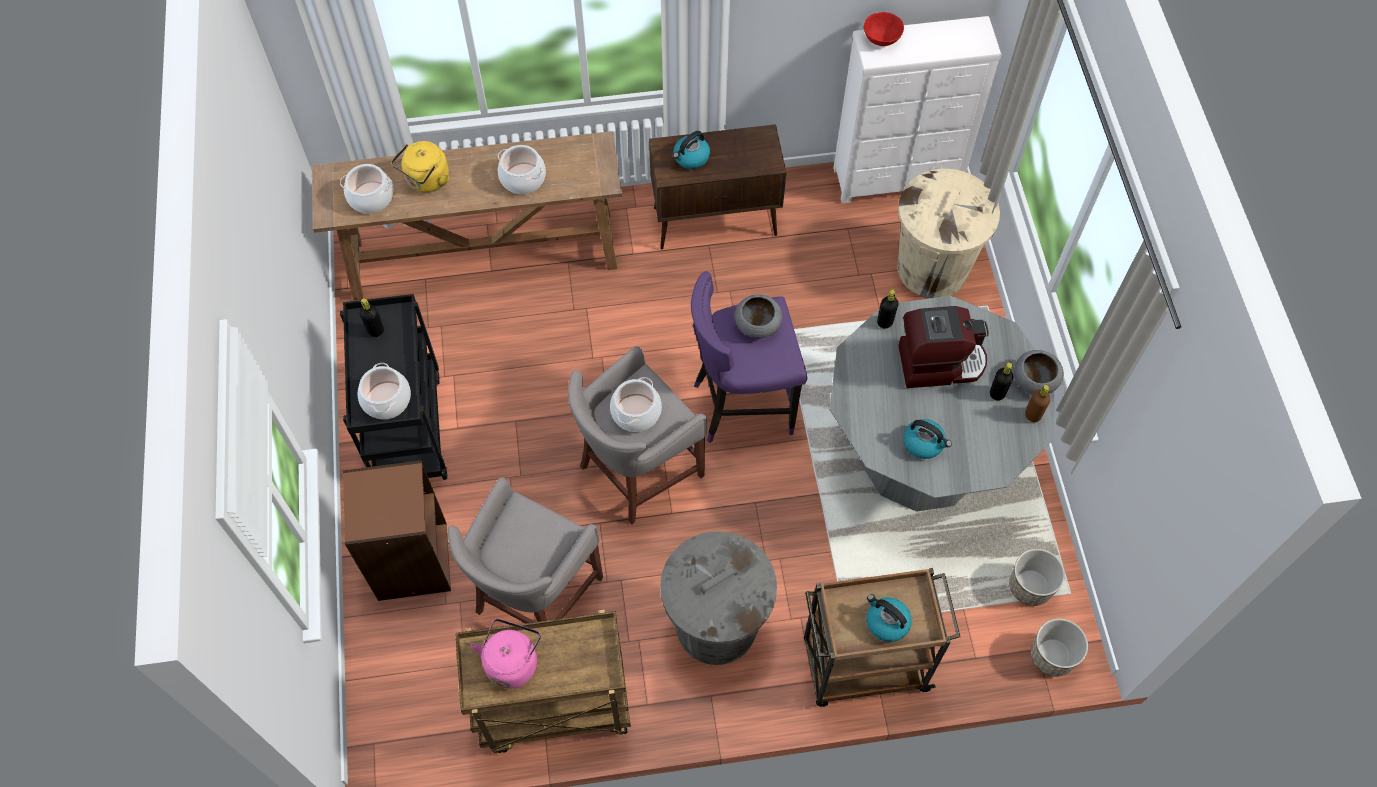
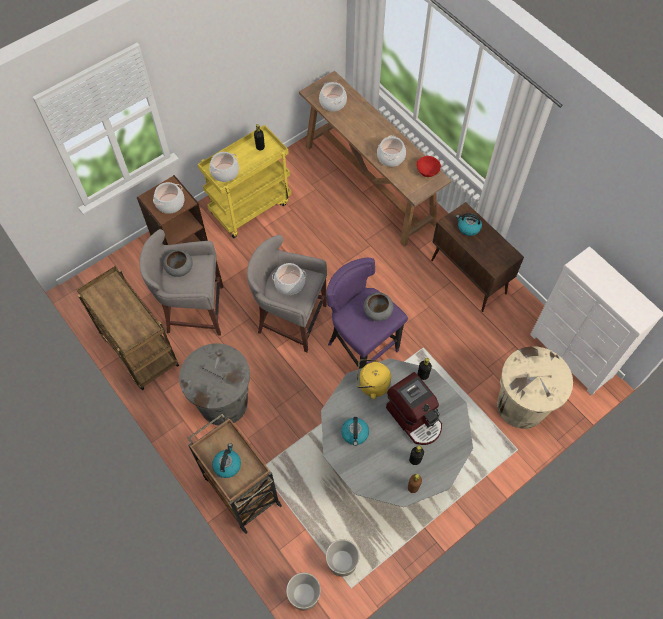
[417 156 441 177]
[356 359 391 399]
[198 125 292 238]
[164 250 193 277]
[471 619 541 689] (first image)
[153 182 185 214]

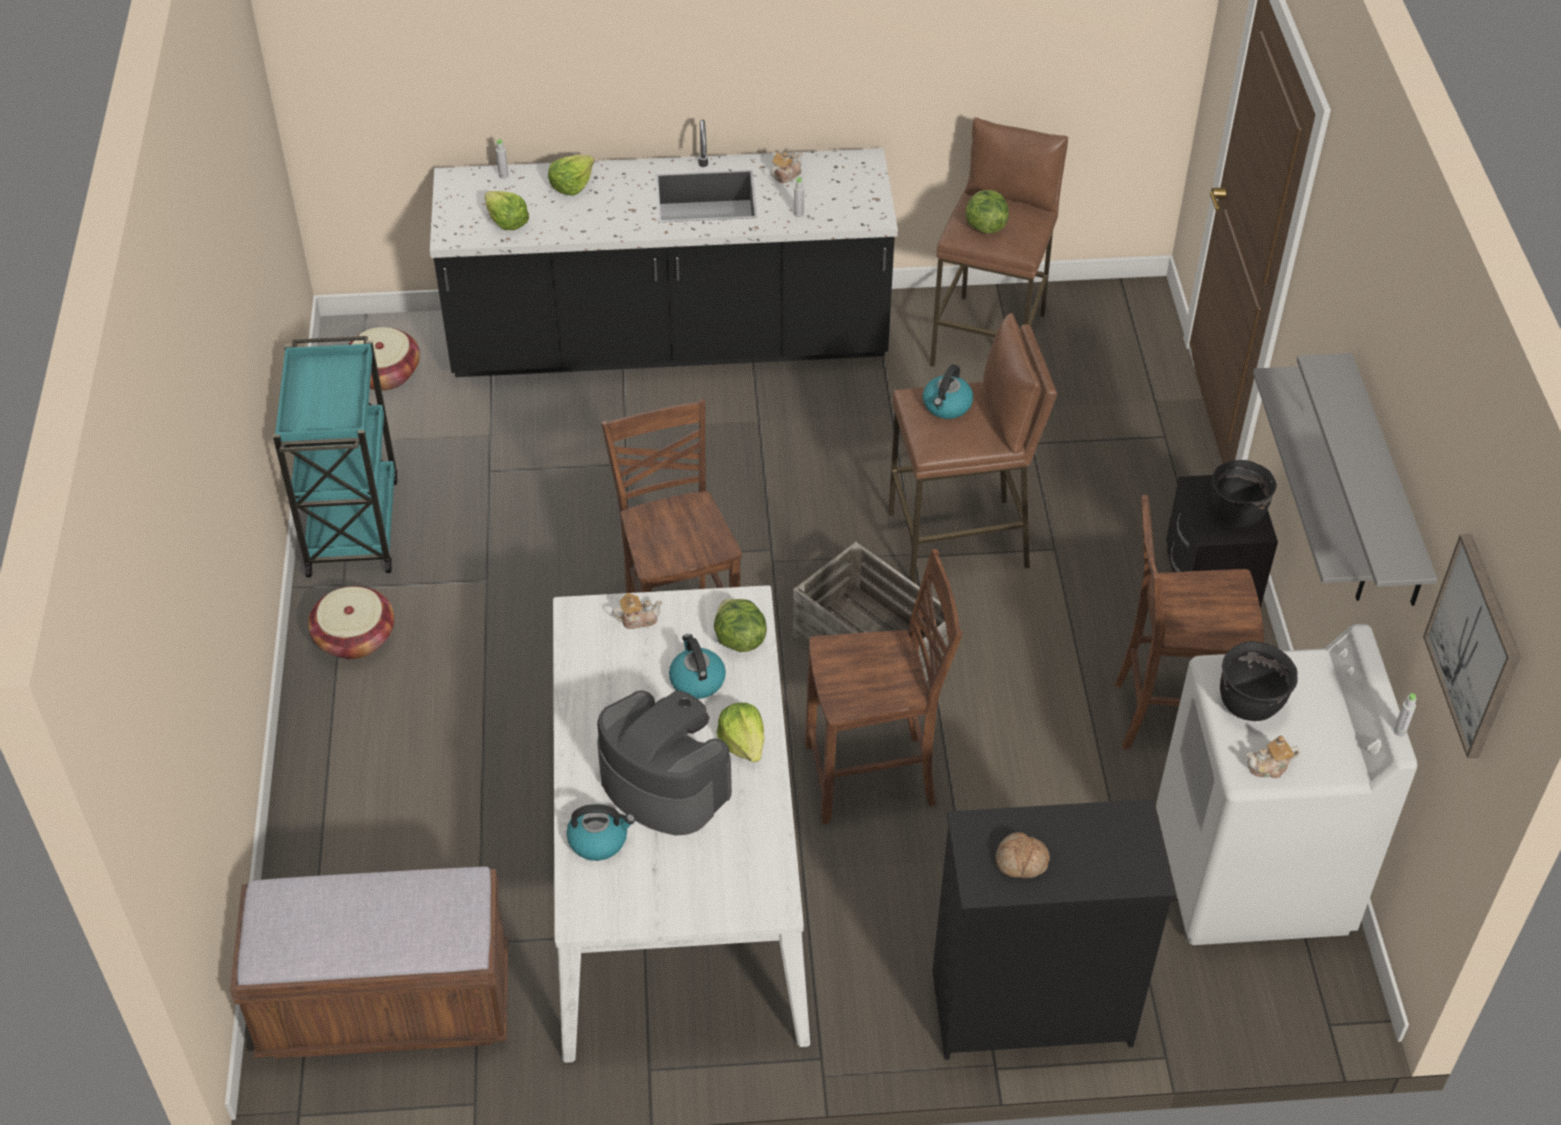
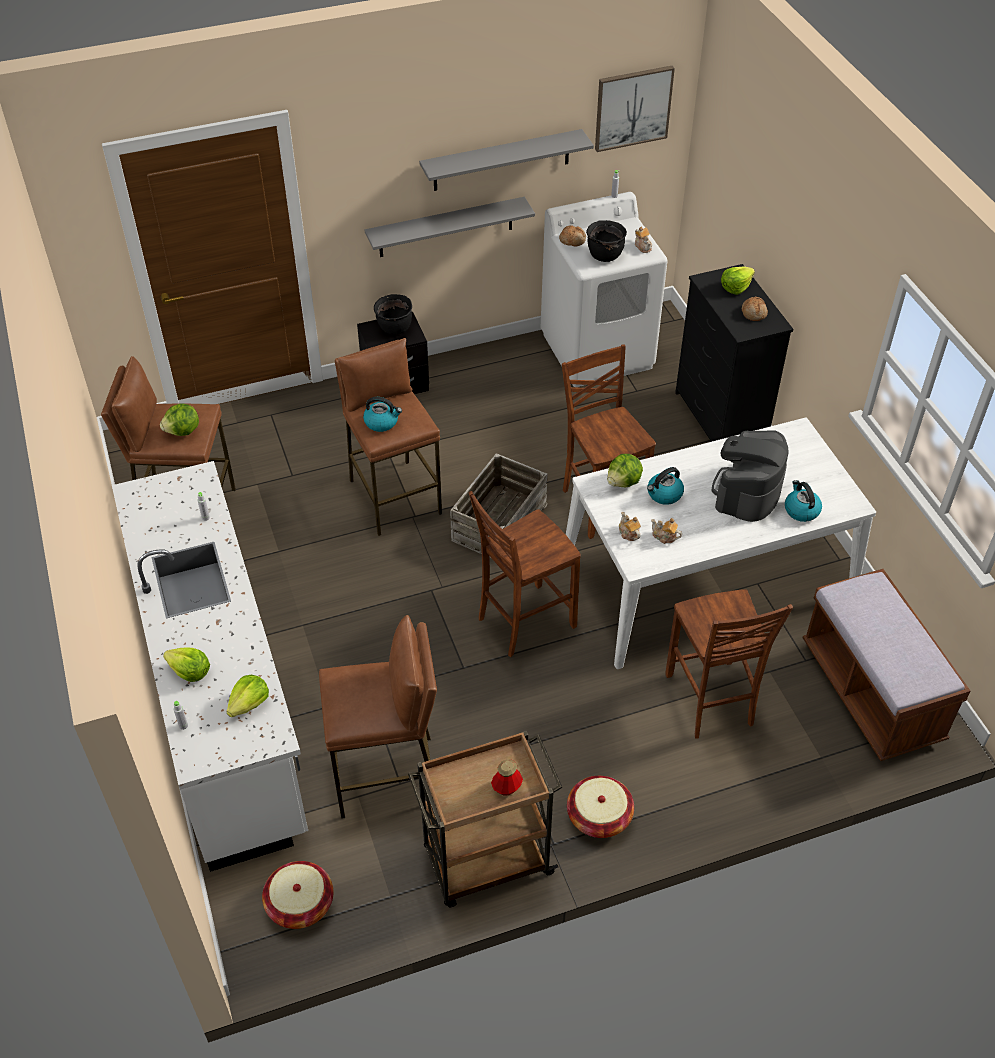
[112 461 308 872]
[651 518 682 544]
[408 731 562 907]
[665 589 793 739]
[721 266 755 295]
[559 225 586 247]
[319 615 437 819]
[491 760 523 796]

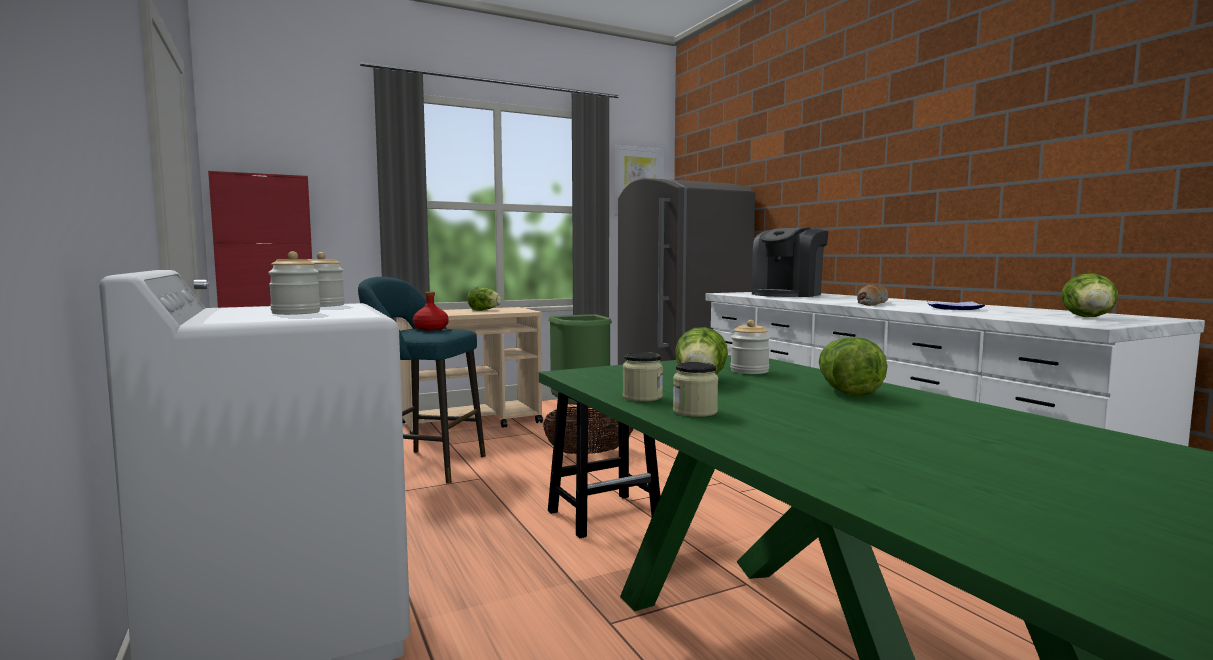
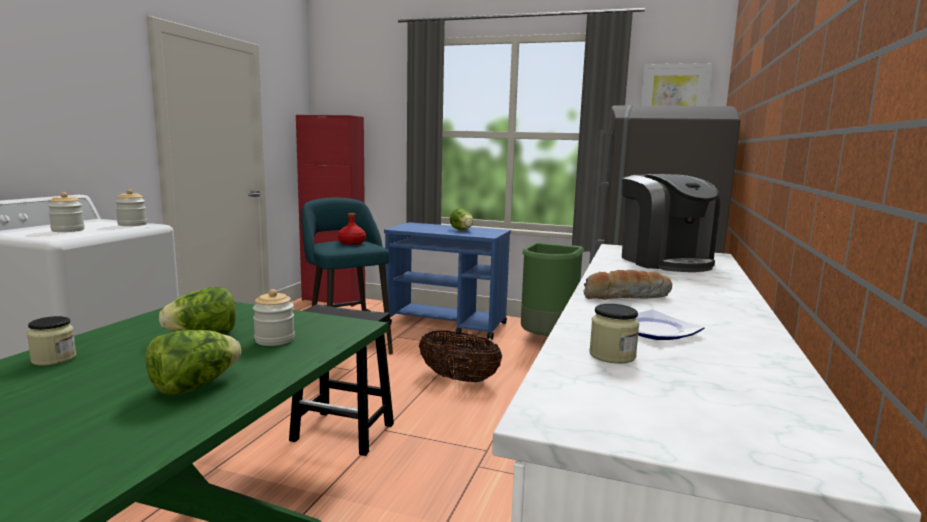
[622 174 720 272]
[1061 273 1118 317] (first image)
[384 222 511 340]
[589 304 639 364]

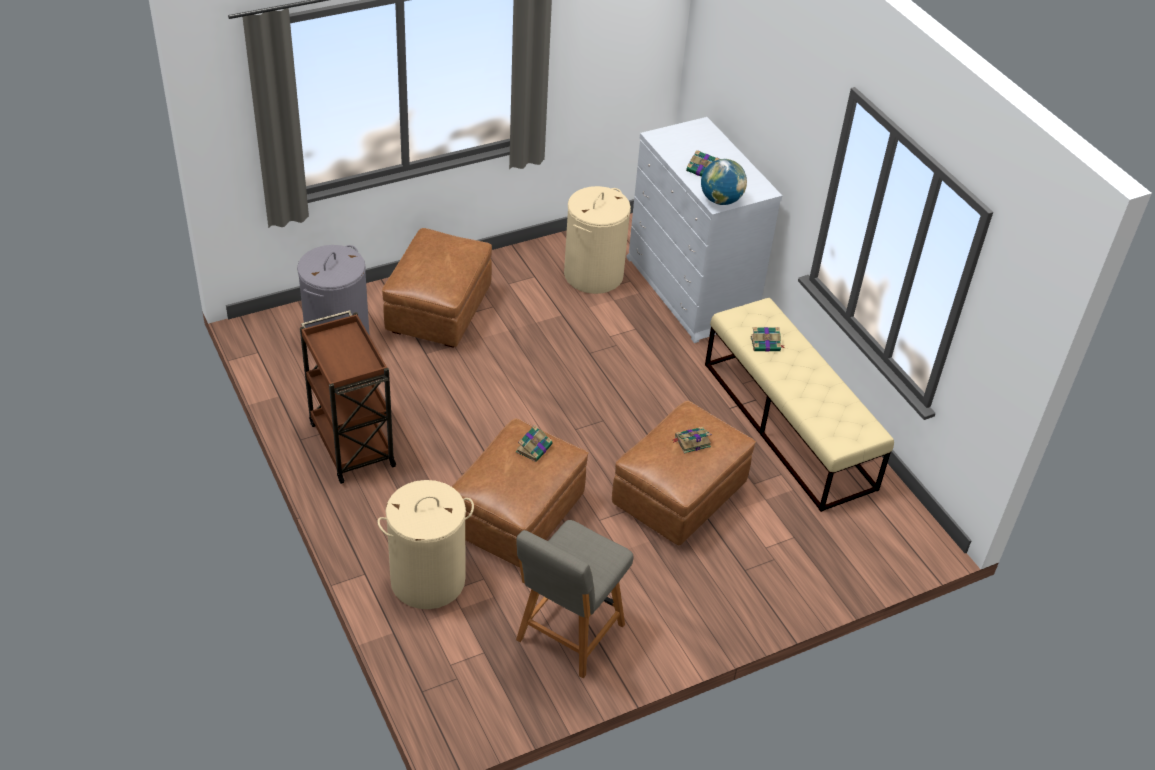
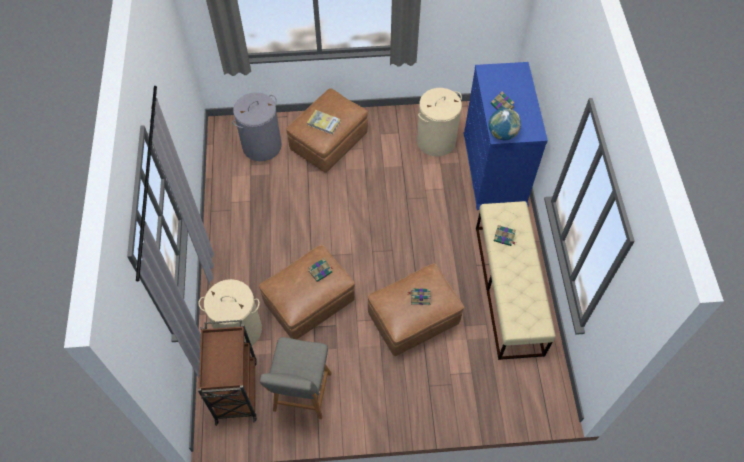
[463 62 548 210]
[198 320 257 426]
[260 337 331 419]
[307 110 341 135]

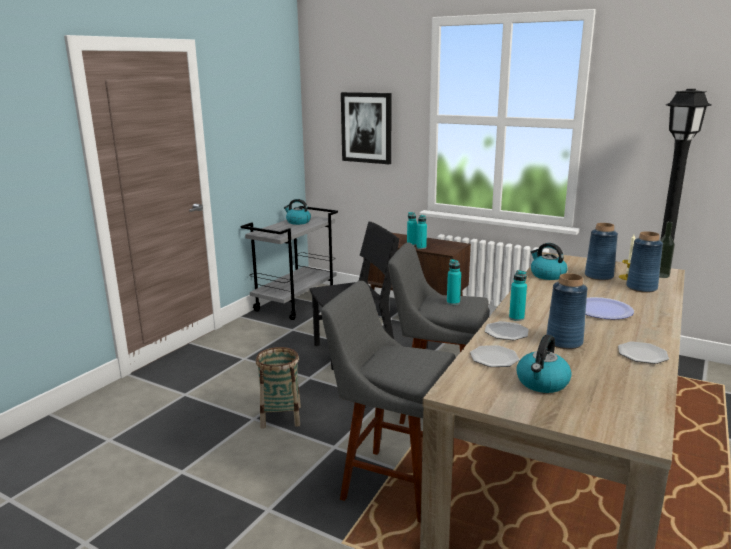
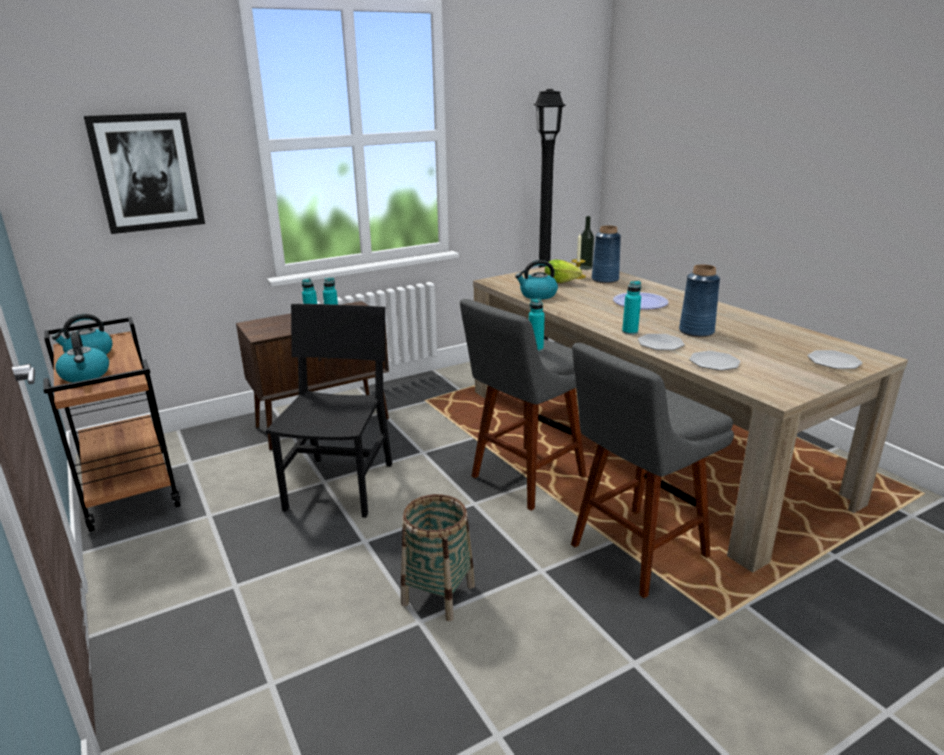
[43 317 181 532]
[545 259 582 283]
[55 332 109 382]
[807 350 863 369]

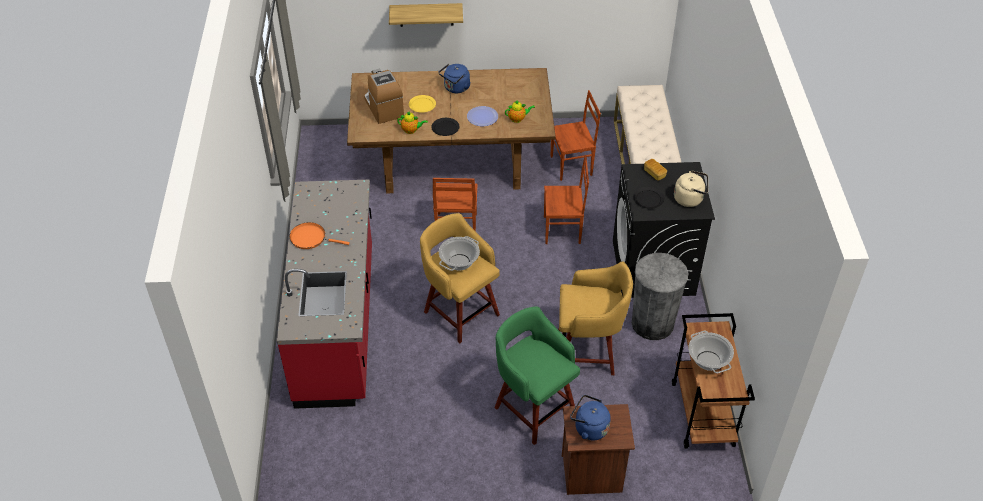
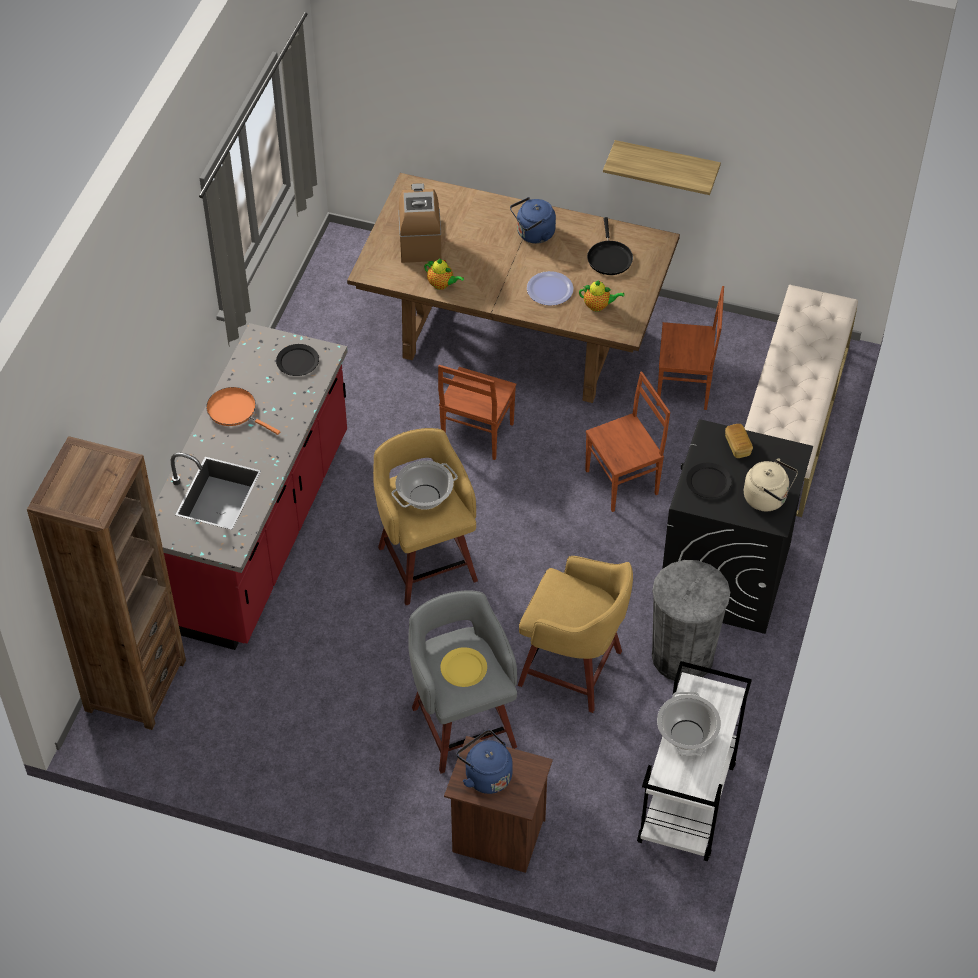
[603 140 721 195]
[440 647 487 687]
[276 344 319 376]
[585 371 670 512]
[408 590 517 774]
[637 661 752 862]
[587 217 633 275]
[27 436 186 730]

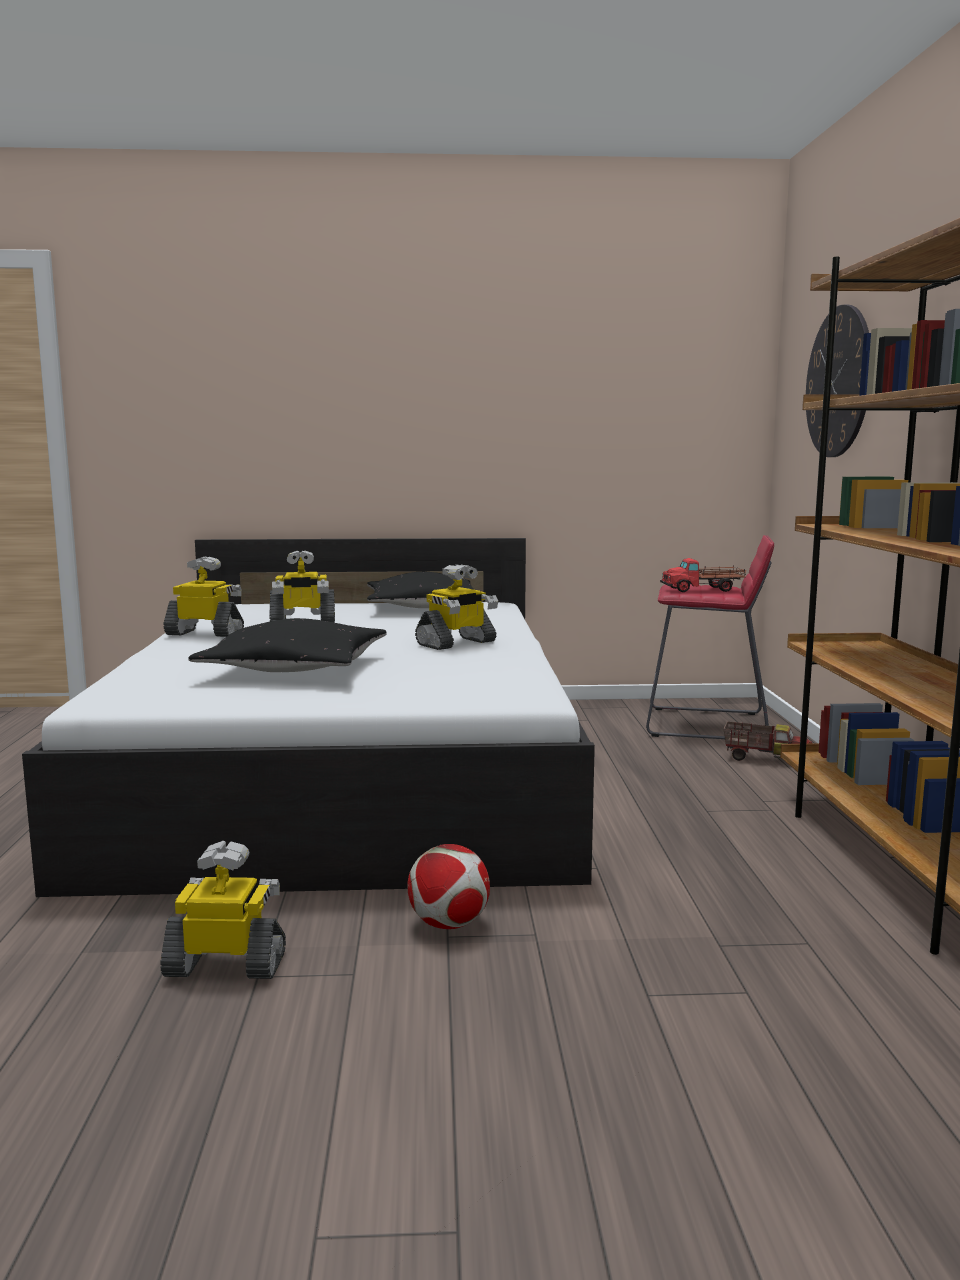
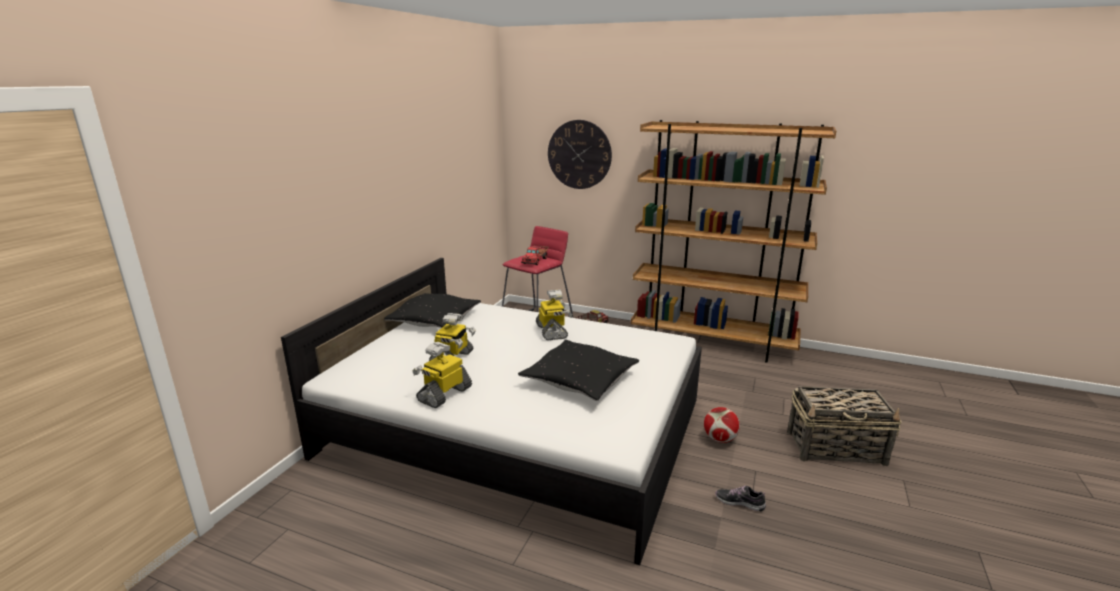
[715 486 766 511]
[787 386 902 466]

